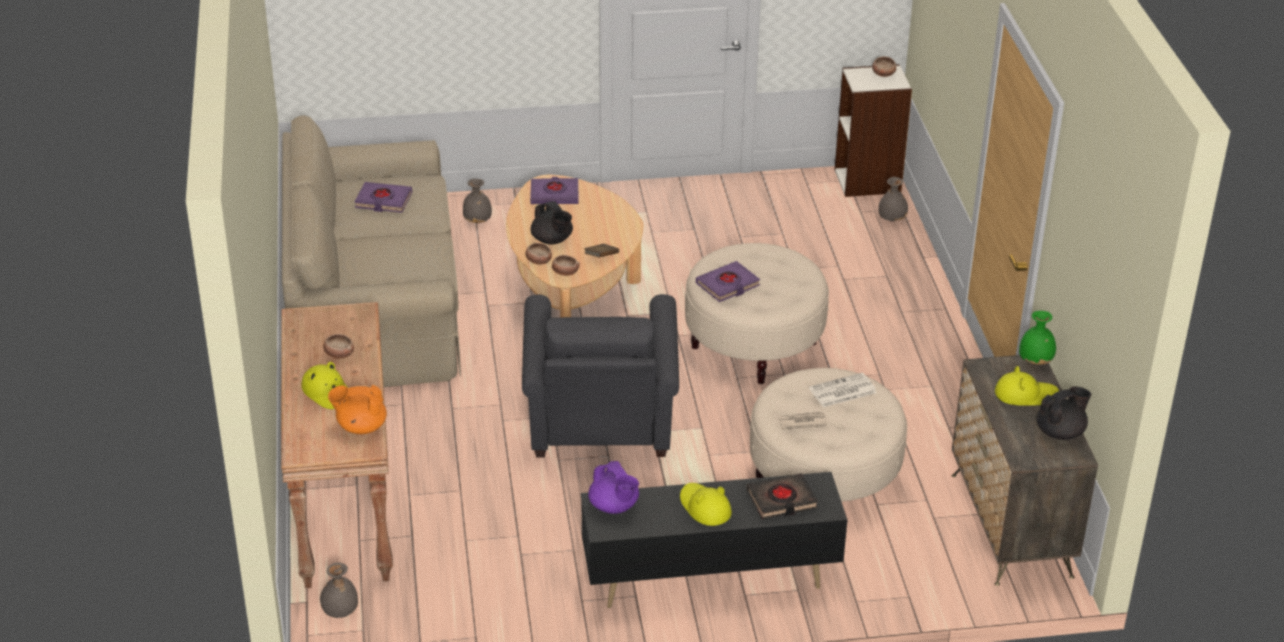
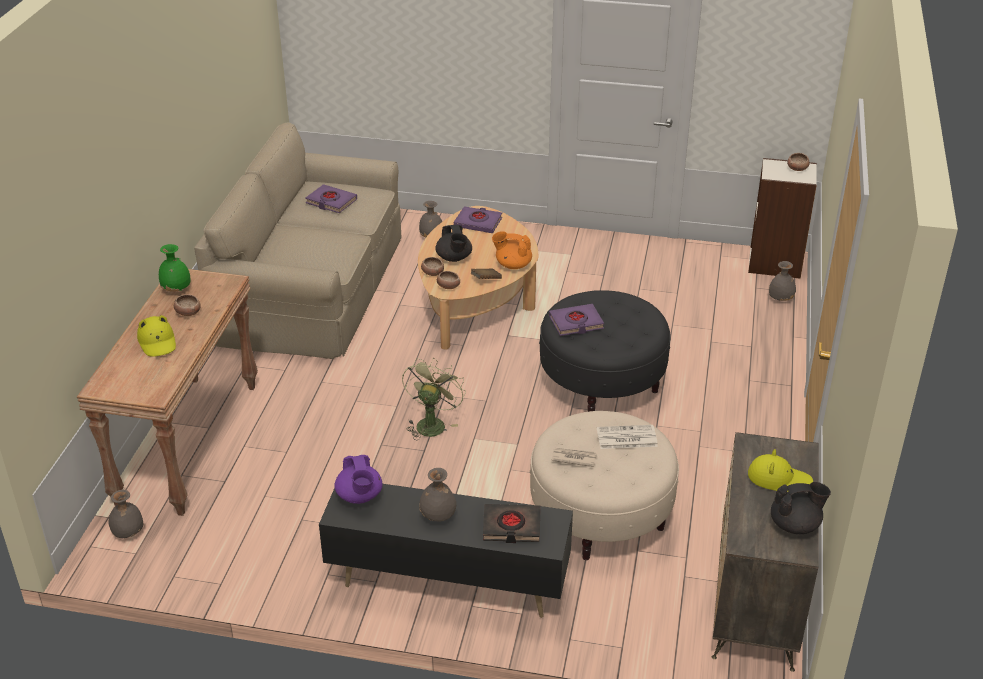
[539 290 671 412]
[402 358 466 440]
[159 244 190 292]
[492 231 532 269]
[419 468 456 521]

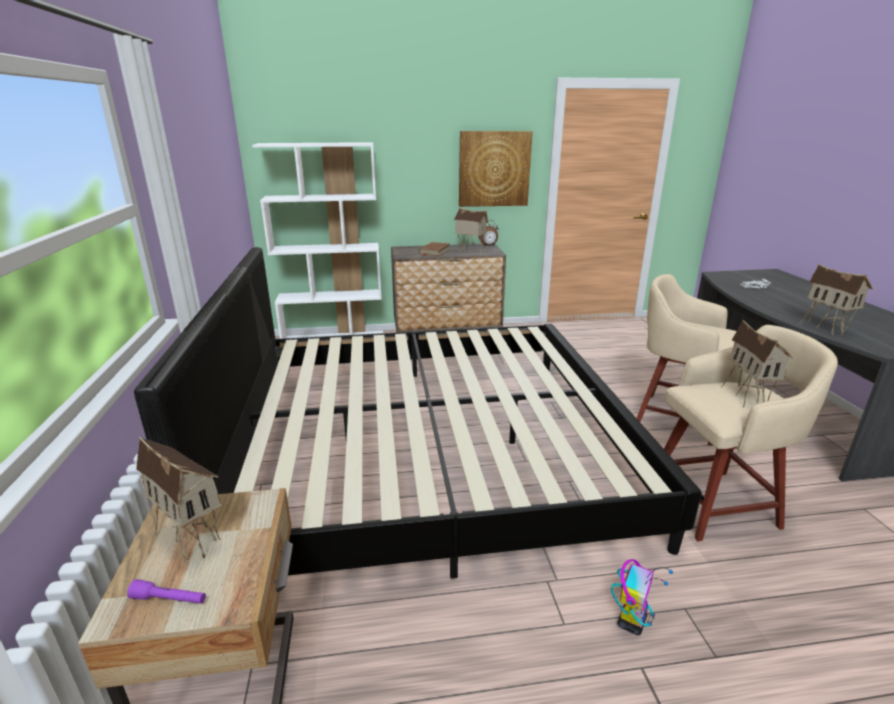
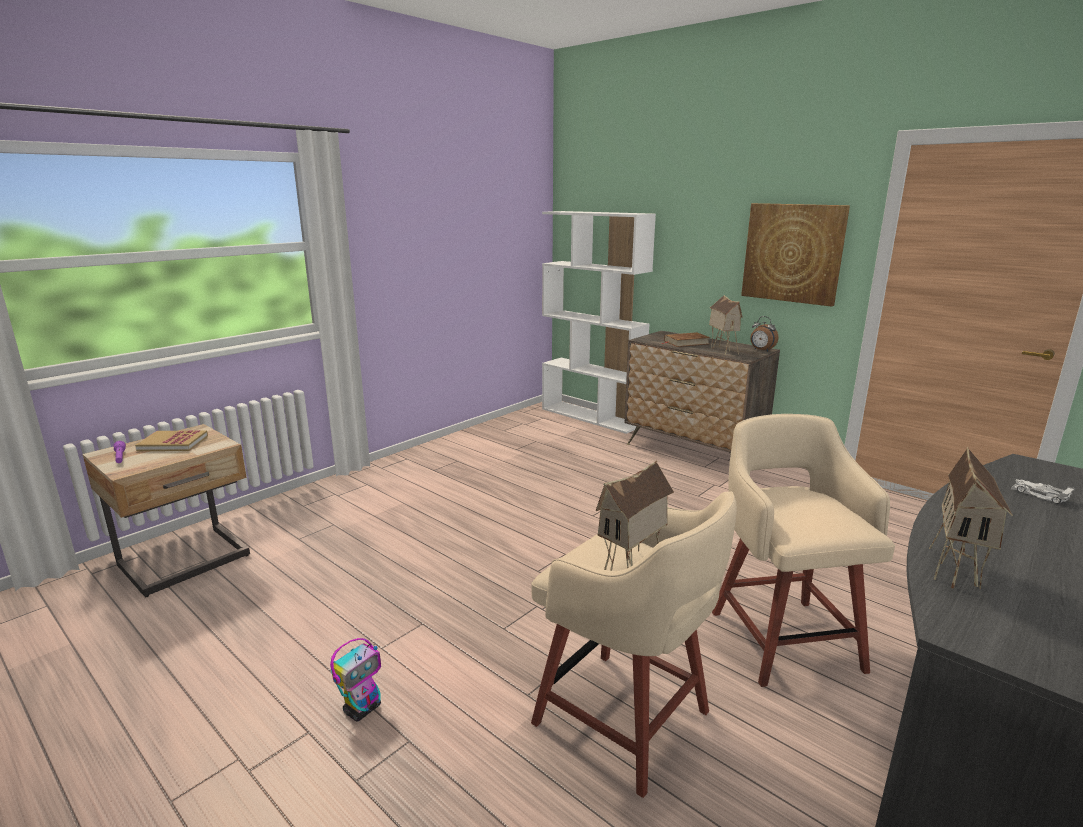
[134 247 702 579] (first image)
[135 430 208 451]
[330 638 381 722]

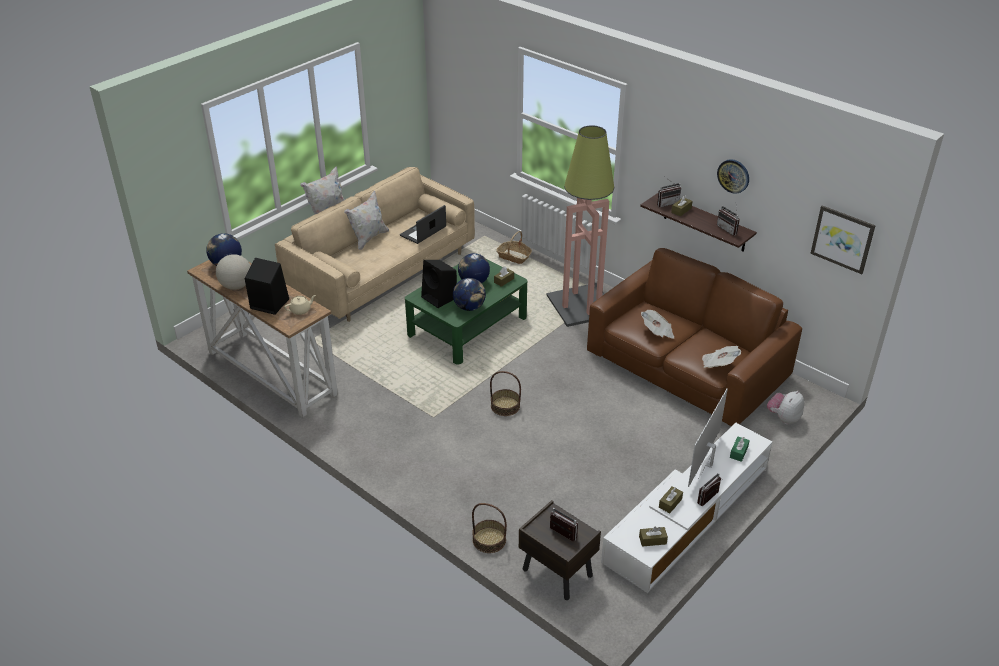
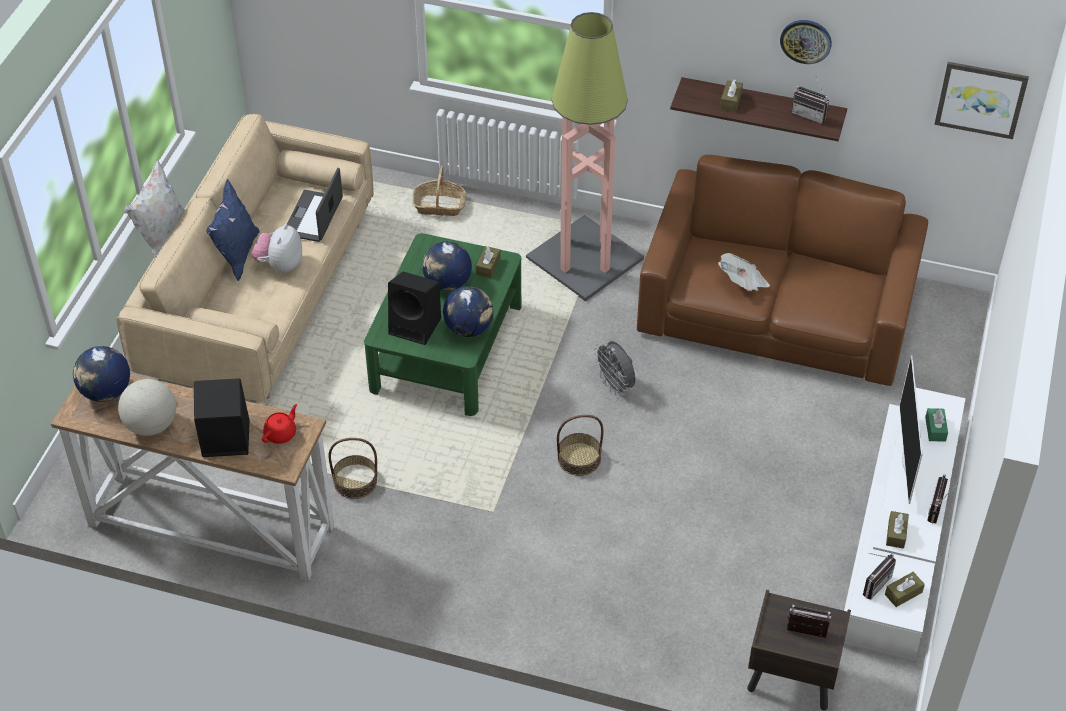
[863 553 896 599]
[206 179 260 281]
[262 404 297 444]
[702 346 741 368] (first image)
[252 224 302 273]
[328 438 377 499]
[593 341 635 395]

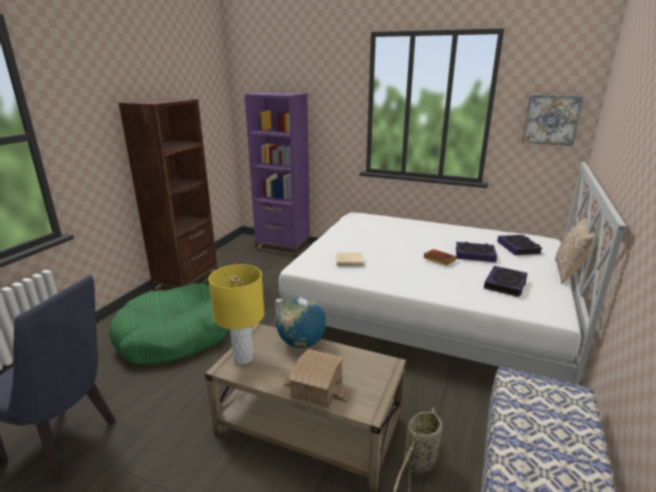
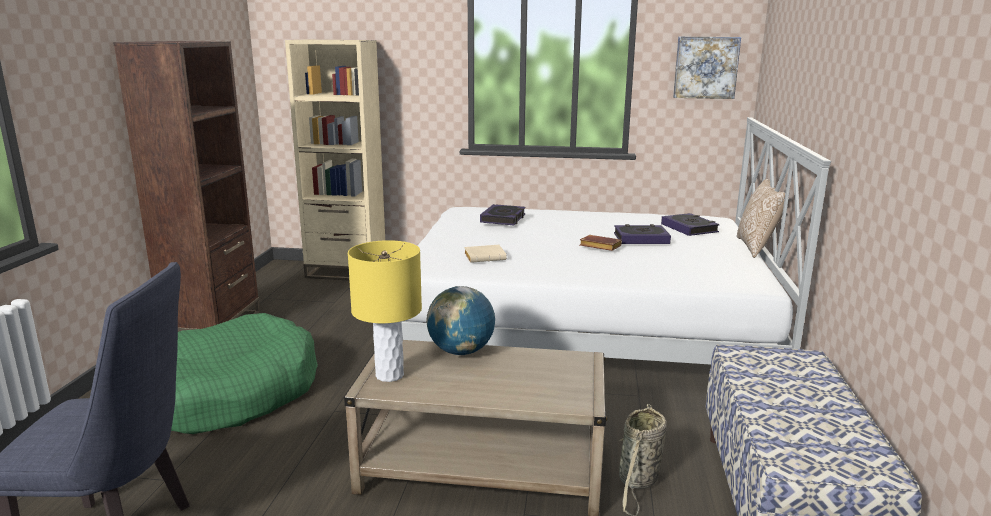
[285 40 385 280]
[480 204 526 225]
[284 349 351 408] (first image)

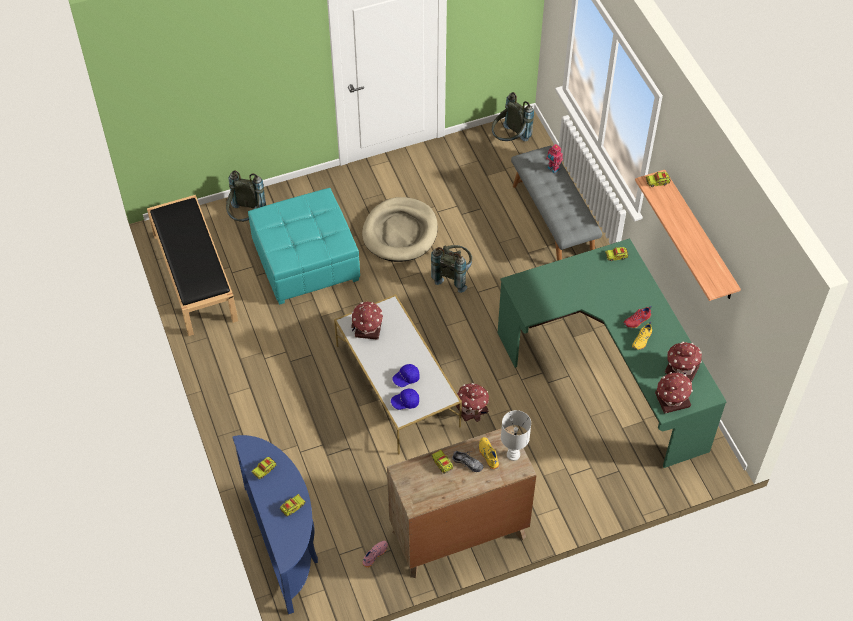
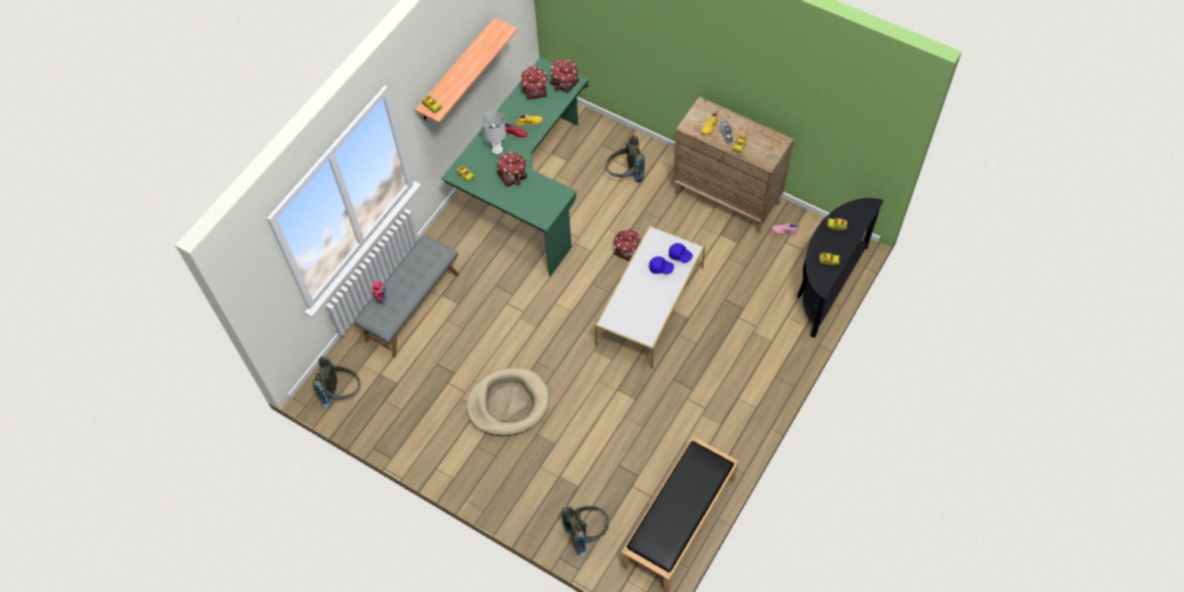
[248 188 360 305] (first image)
[605 135 645 183]
[497 152 527 187]
[482 111 506 154]
[797 198 884 338]

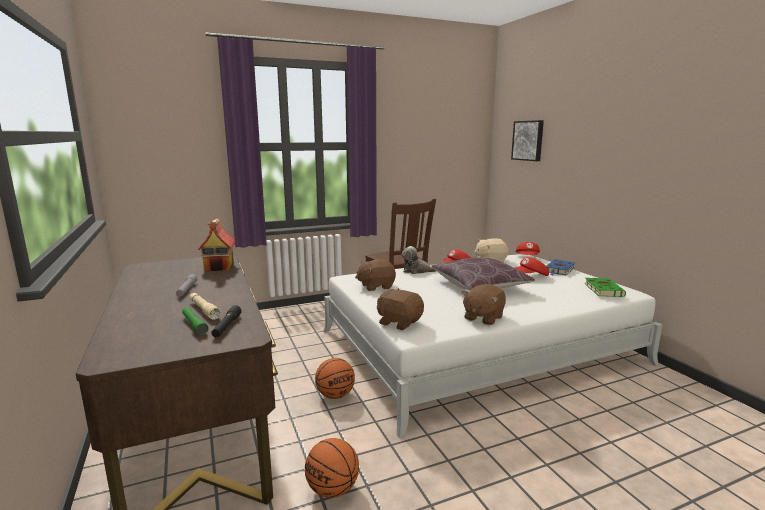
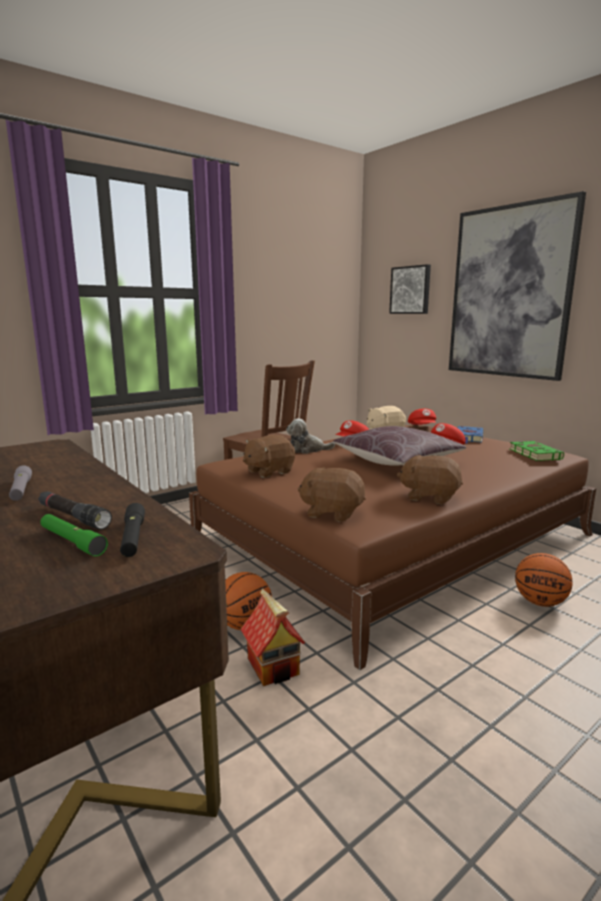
[240 588 305 686]
[189 425 596 670]
[397 455 463 504]
[38 491 112 529]
[515 553 573 607]
[449 191 586 381]

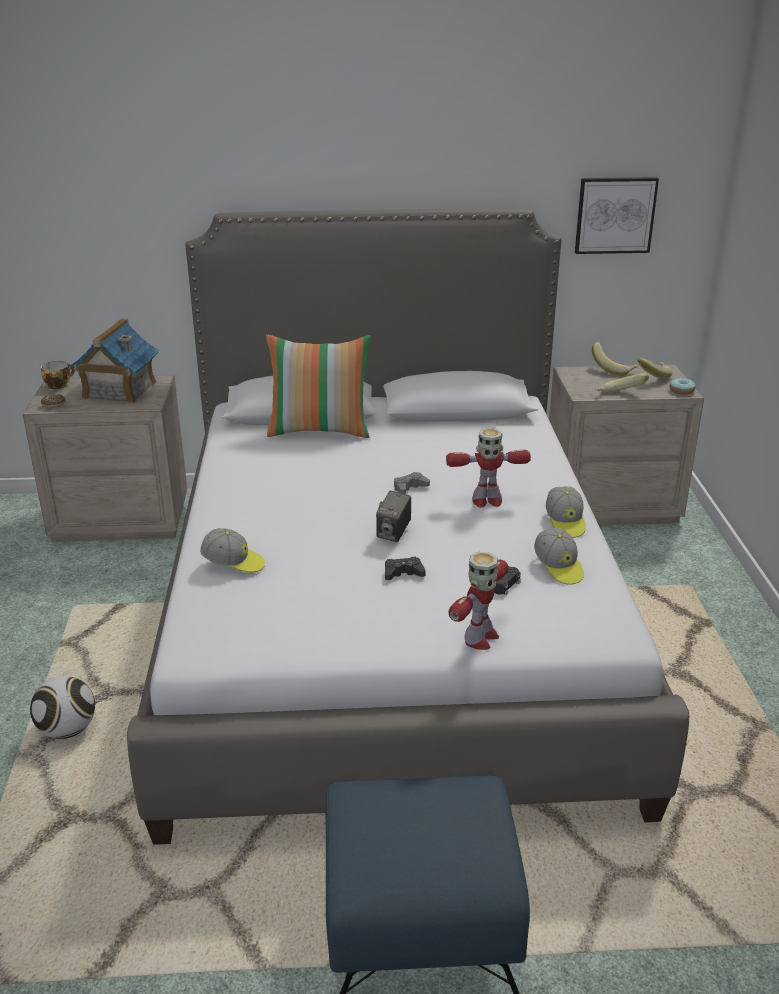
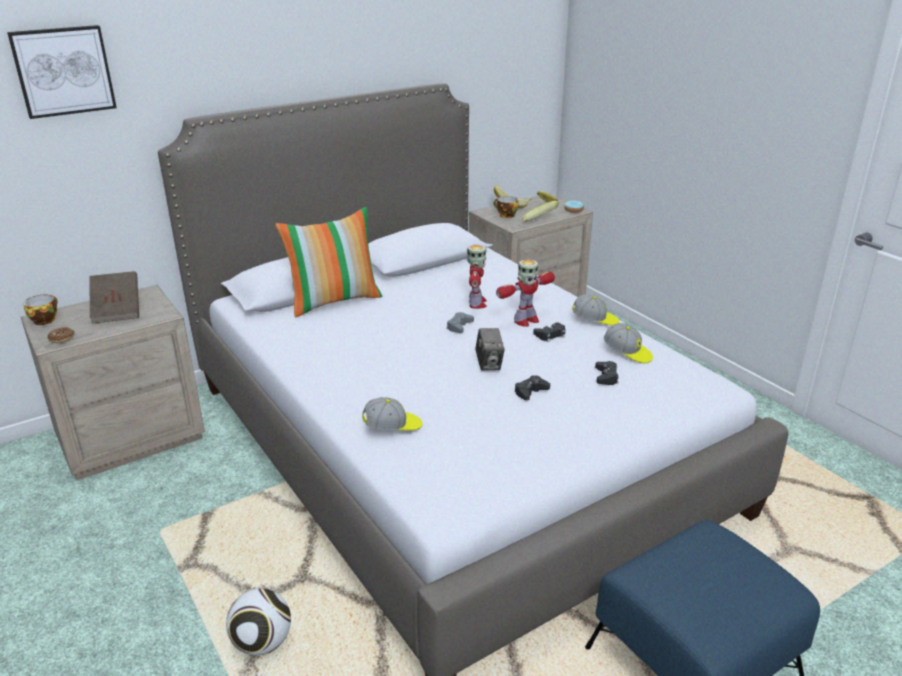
[7 25 117 119]
[90 271 139 323]
[572 295 620 326]
[467 244 487 309]
[494 196 519 218]
[533 322 566 342]

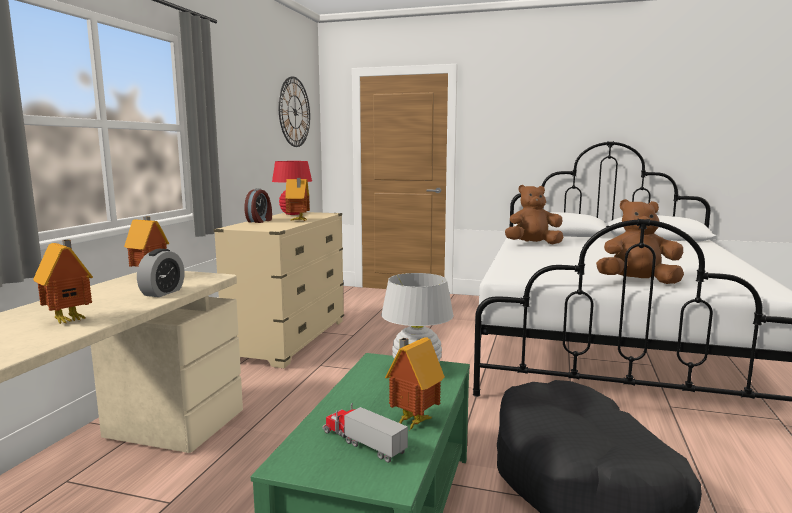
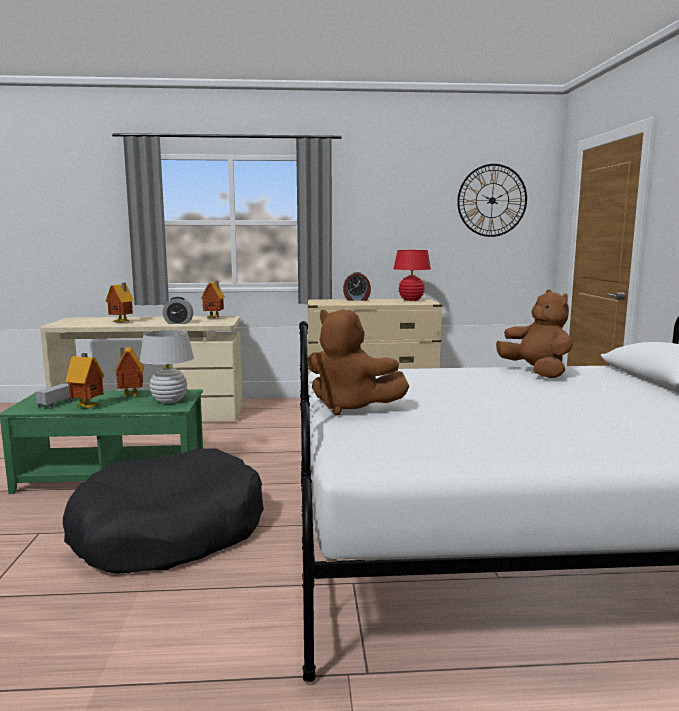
[114 347 144 399]
[308 309 409 416]

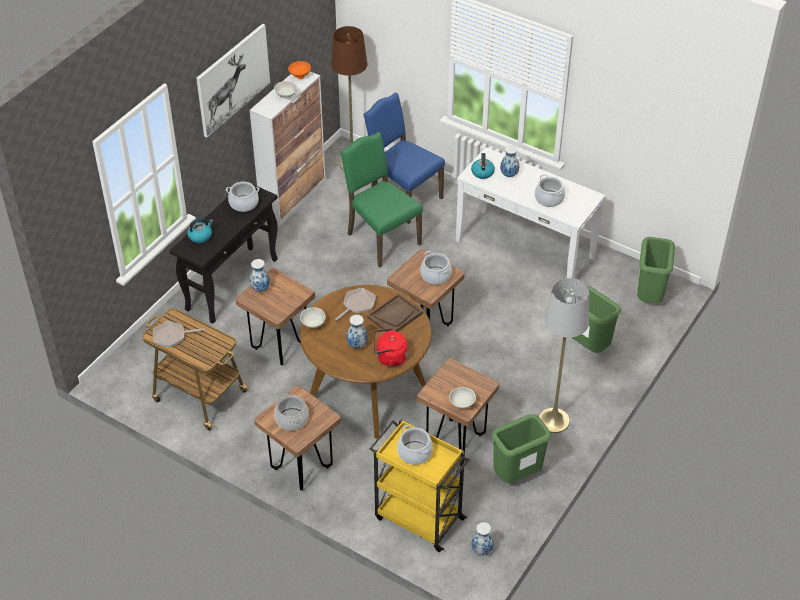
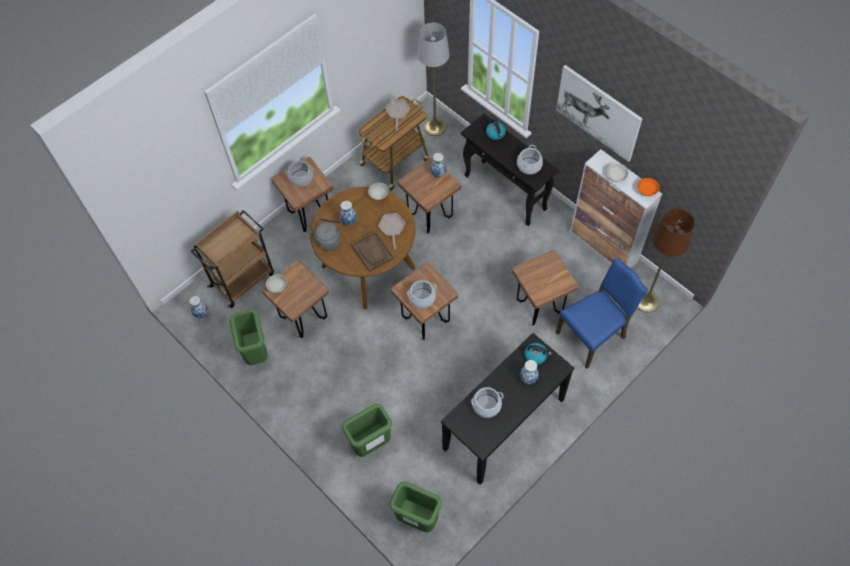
[512 250 578 326]
[441 333 574 485]
[417 22 450 136]
[378 213 406 249]
[309 219 341 251]
[191 210 274 308]
[397 425 433 465] (first image)

